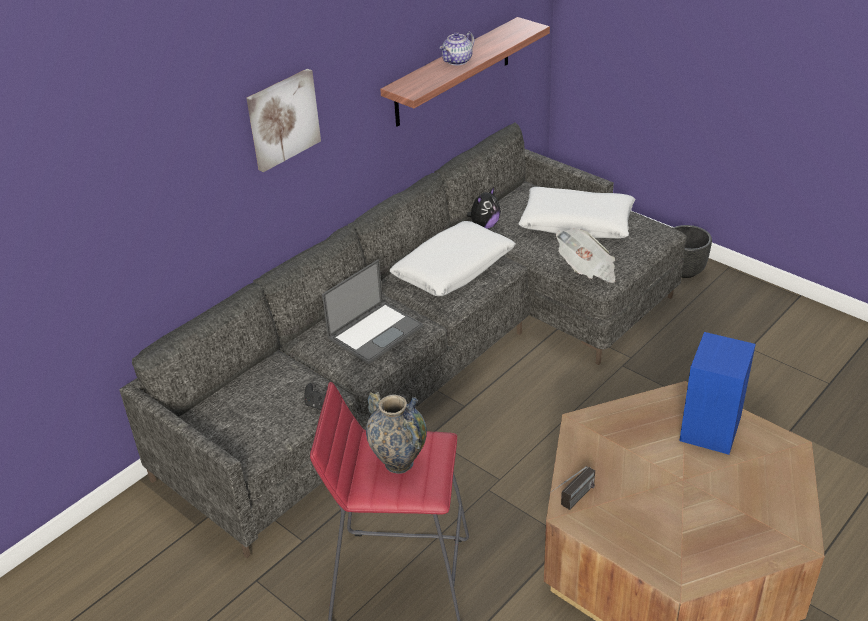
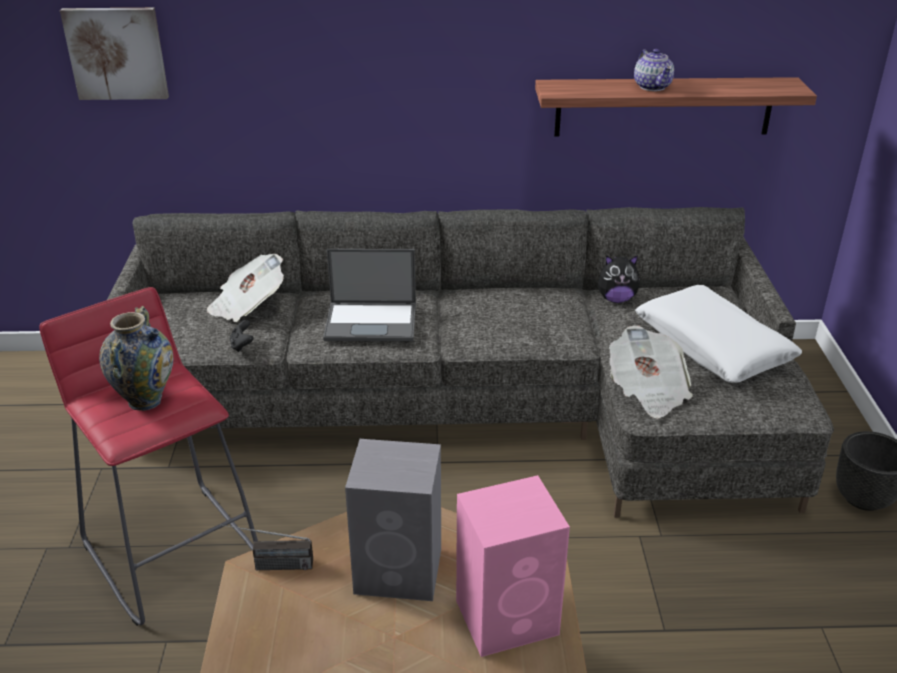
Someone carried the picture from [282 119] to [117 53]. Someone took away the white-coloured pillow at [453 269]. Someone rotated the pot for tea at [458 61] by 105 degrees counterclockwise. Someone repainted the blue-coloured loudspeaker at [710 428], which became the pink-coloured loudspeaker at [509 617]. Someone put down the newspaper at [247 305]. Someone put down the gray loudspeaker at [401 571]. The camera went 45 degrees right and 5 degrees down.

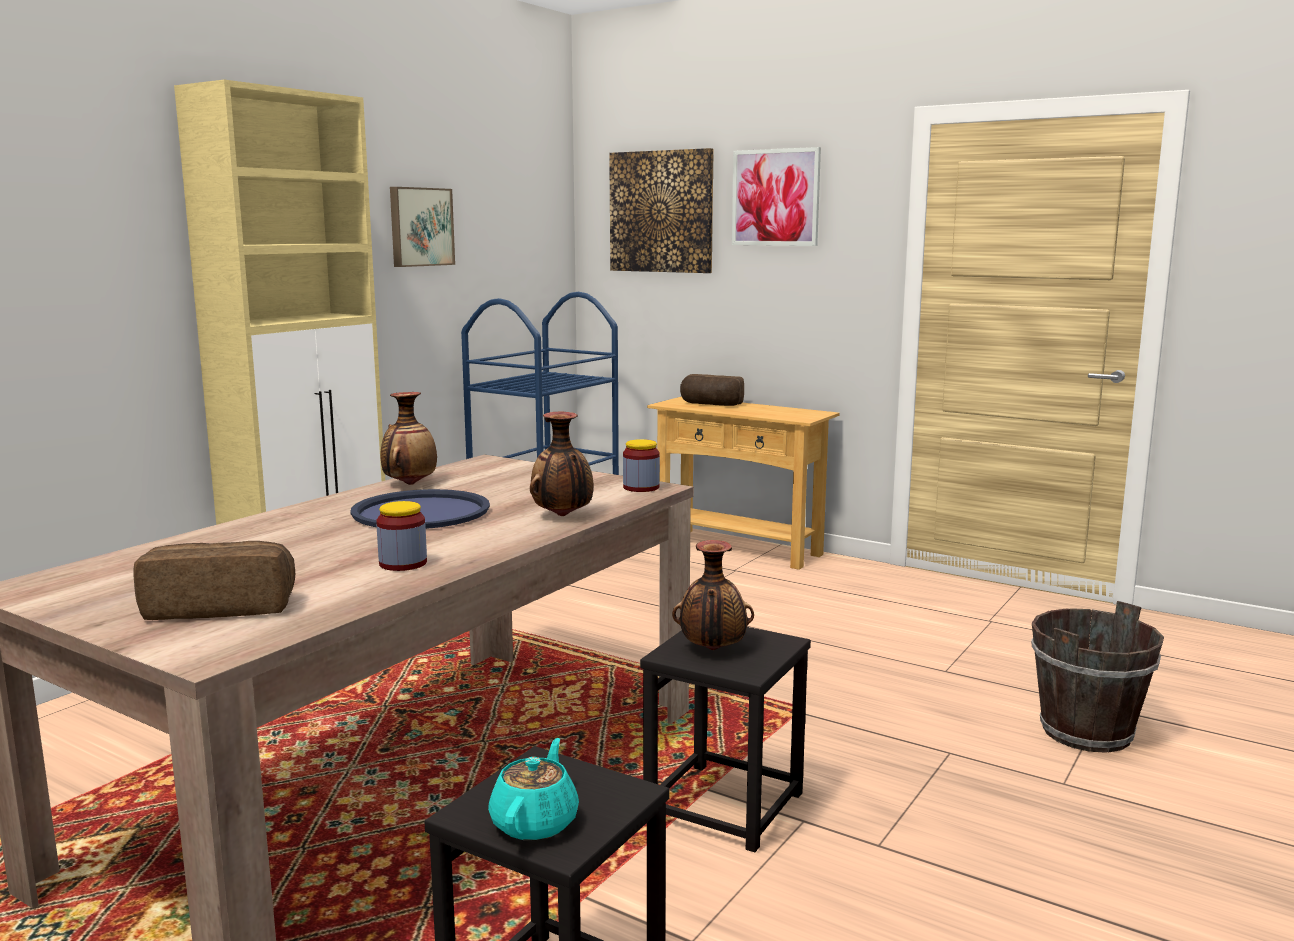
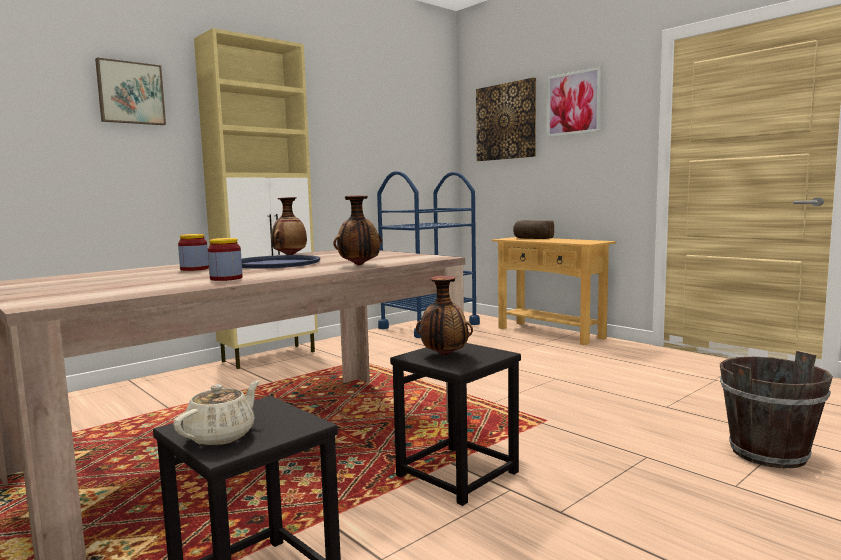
Someone took away the bread at [221 607]. Someone carried the picture from [420 227] to [130 93]. Someone repainted the turquoise pot for tea at [535 822], which became the beige pot for tea at [222 436]. Someone carried the preserve jar from [641 487] to [194 269]. The camera went 15 degrees right and 5 degrees down.

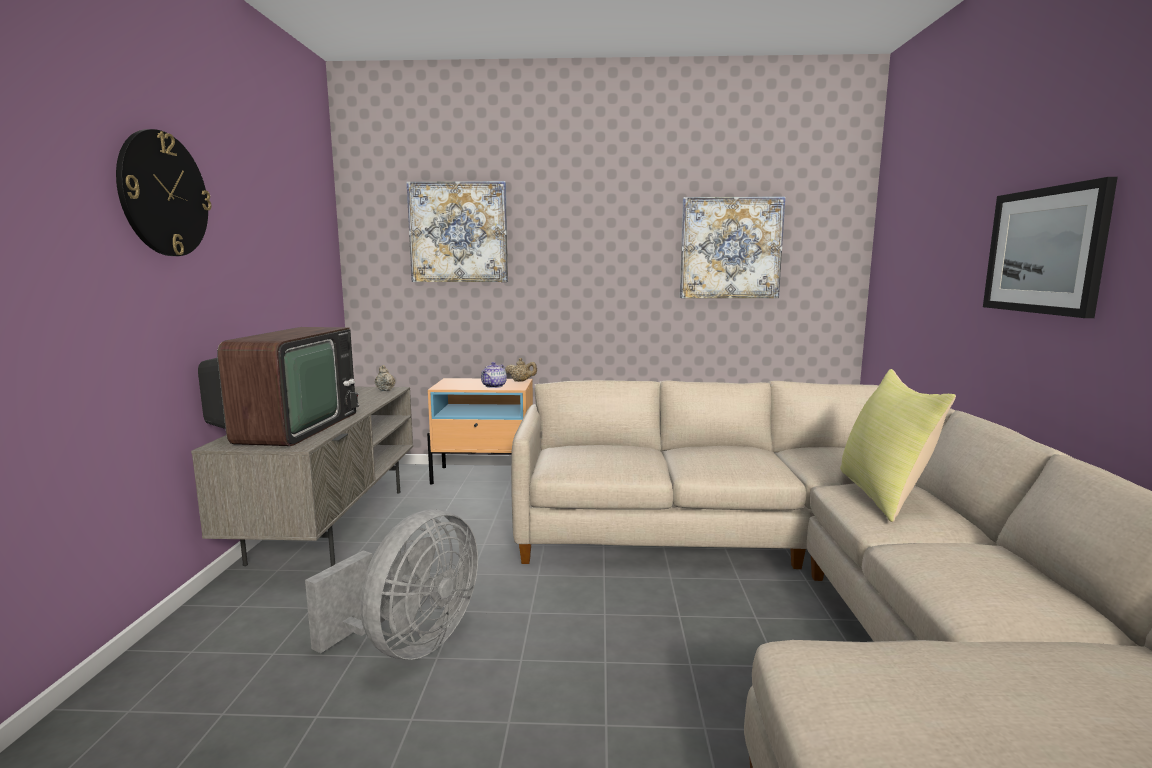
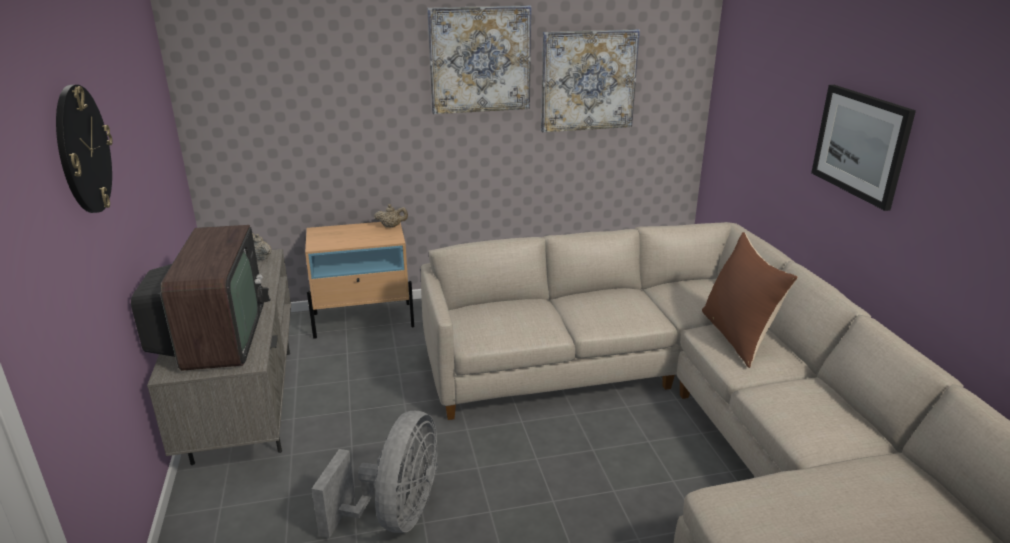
Someone carried the picture from [458 232] to [480 59]. Someone took away the pot for tea at [494 386]. Someone repainted the yellow pillow at [884 495], which became the brownish pillow at [738 337]. The camera went 15 degrees left and 15 degrees up.

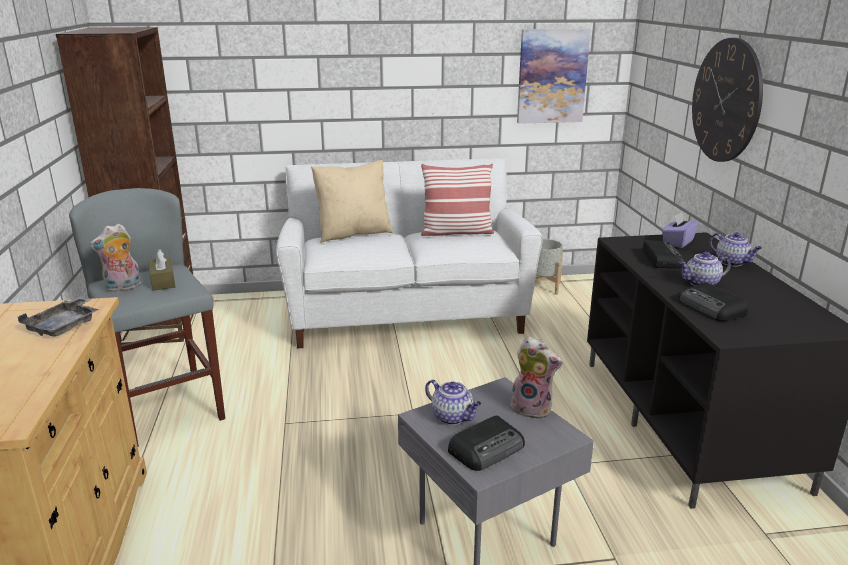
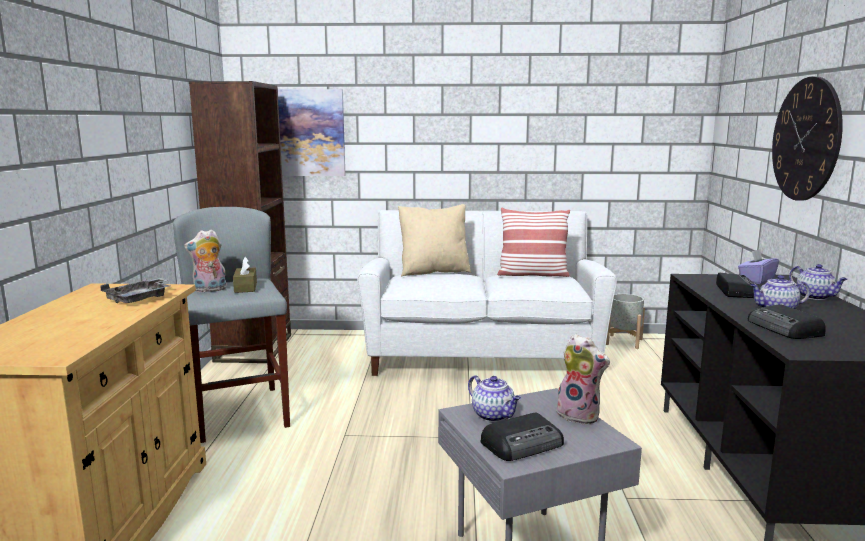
Someone carried the picture from [552 76] to [312 133]. The camera went 10 degrees right and 10 degrees down.

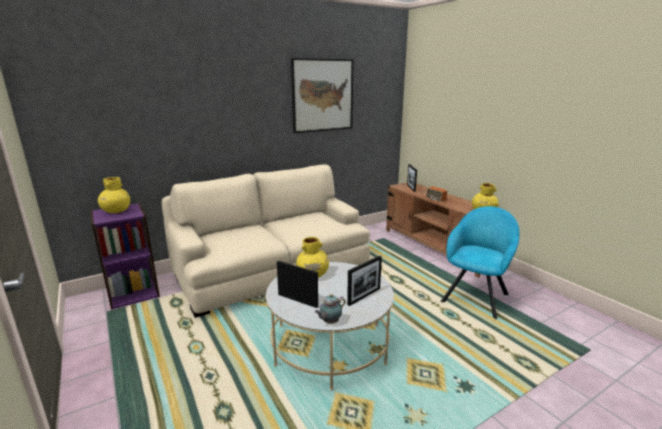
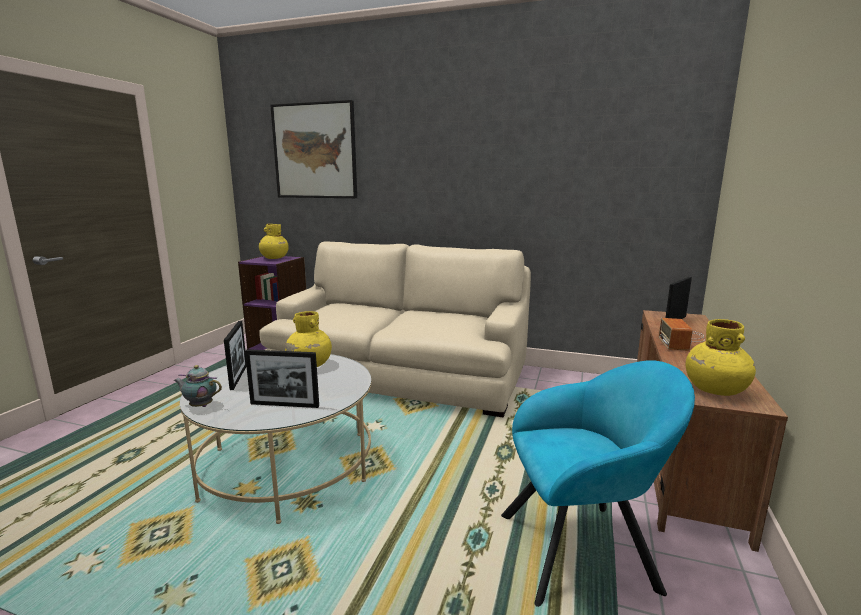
Someone carried the picture from [322 95] to [315 151]. The camera went 50 degrees right and 5 degrees down.

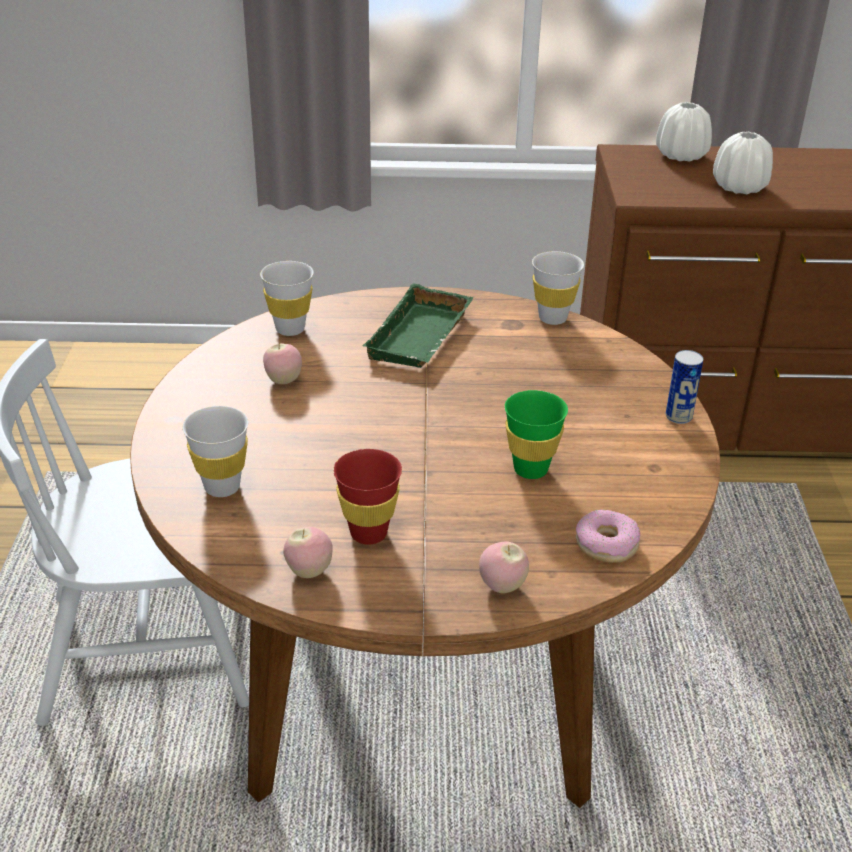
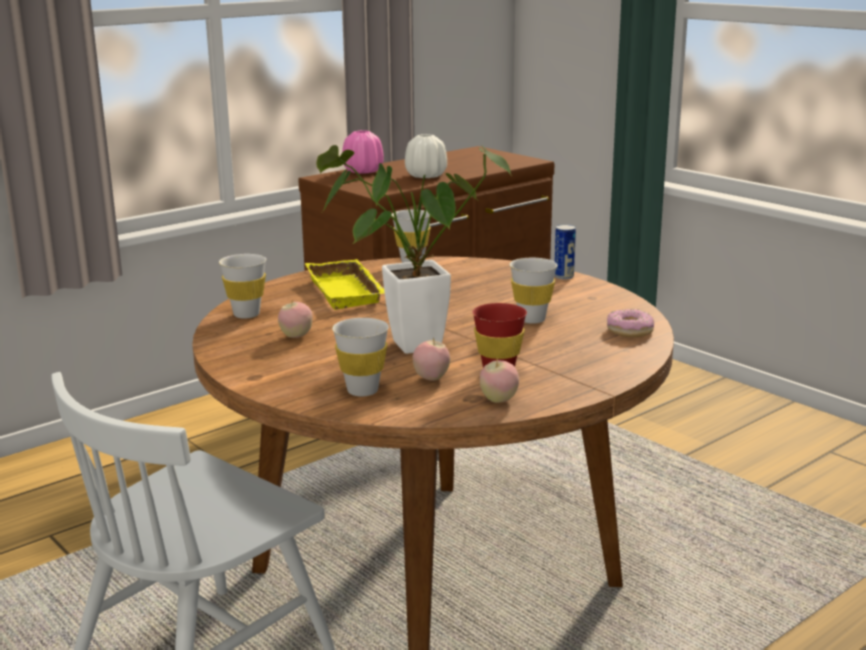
Someone repainted the green-coloured serving tray at [422 338], which became the yellow serving tray at [348 292]. Someone carried the whole apple from [502 586] to [431 378]. Someone repainted the green-coloured cup at [530 469], which became the white-coloured cup at [532 319]. Someone repainted the white-coloured vase at [681 156], which became the pink-coloured vase at [363 171]. Someone put down the houseplant at [404 347]. The camera went 40 degrees left and 15 degrees down.

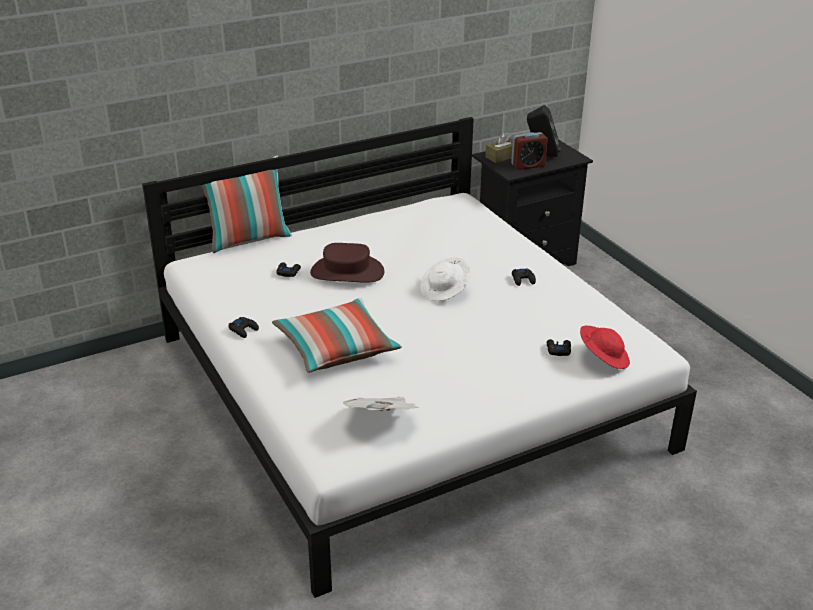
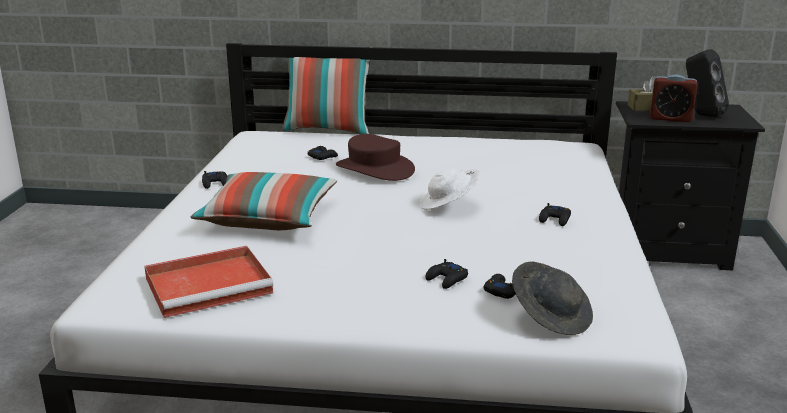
Someone swapped the newspaper at [382 419] for the reddish serving tray at [211 285]. Someone repainted the reddish clothing hat at [603 358], which became the gray clothing hat at [551 316]. Someone put down the black-coloured game controller at [447 279]. The camera went 35 degrees right and 10 degrees down.

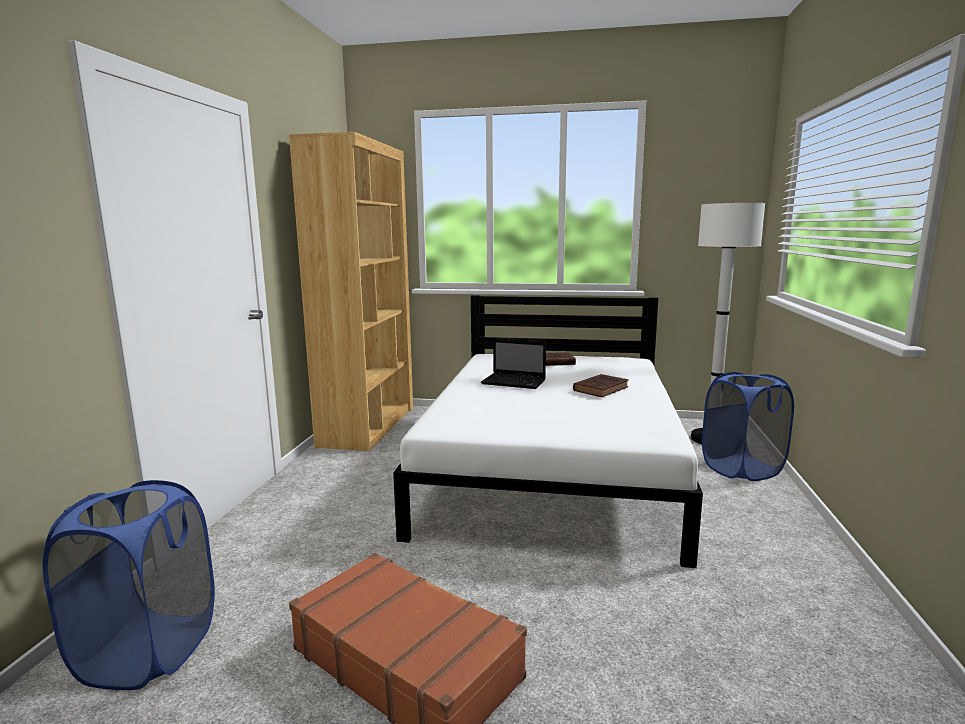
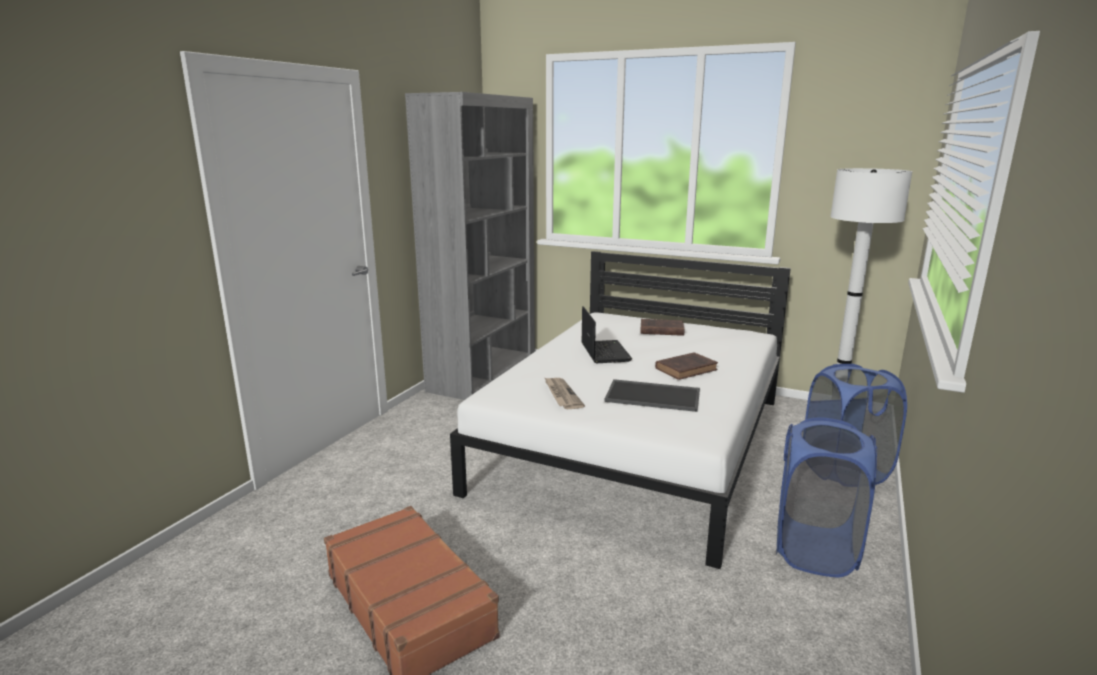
Someone carried the blue-coloured hamper from [148 651] to [814 550]. Someone repainted the brownish bookcase at [368 425], which became the gray bookcase at [483 374]. Someone rotated the notebook computer at [515 382] by 135 degrees counterclockwise. Someone put down the newspaper at [561 395]. Someone put down the serving tray at [654 395]. The camera went 15 degrees right and 5 degrees up.

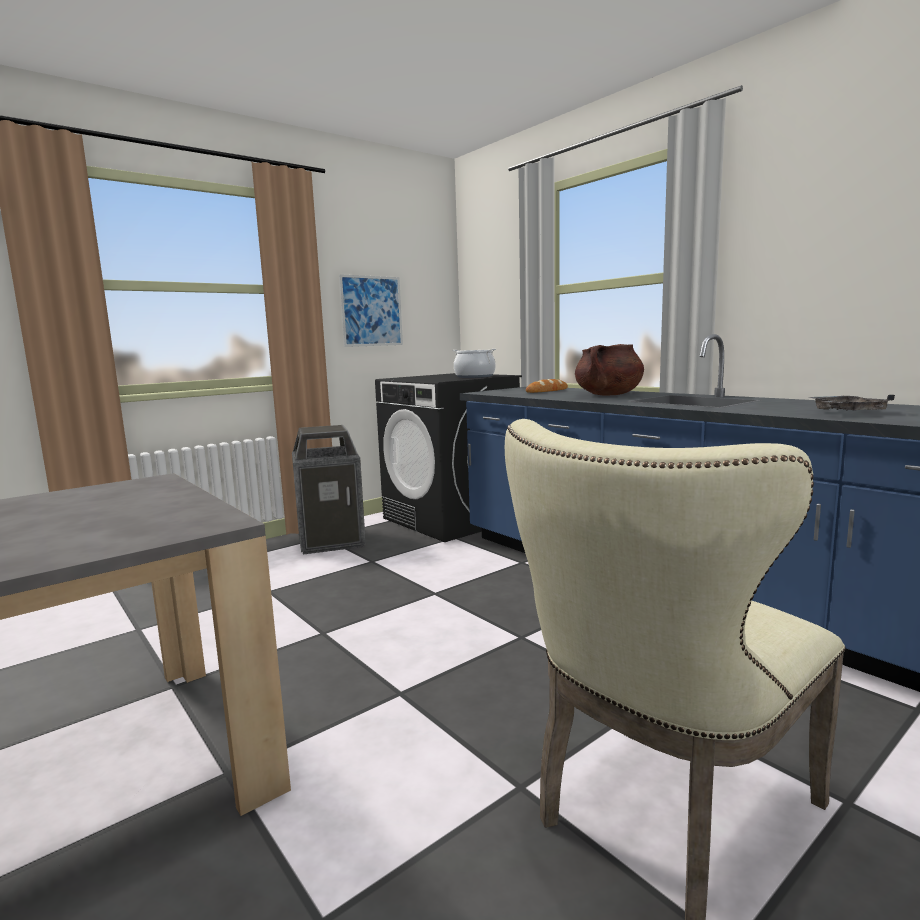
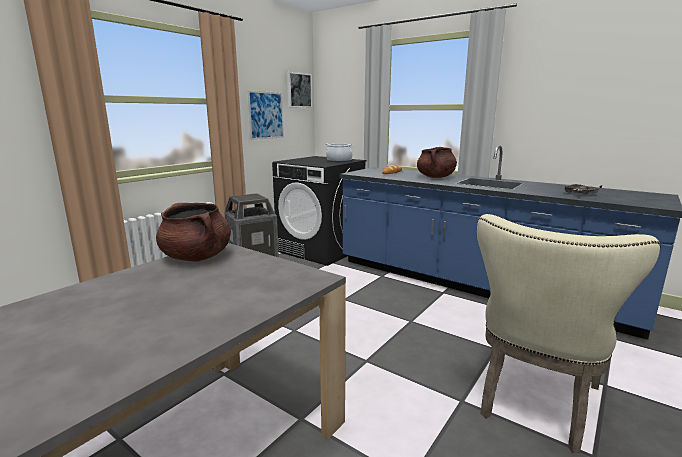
Someone put down the brownish saucepot at [197 257]. Someone put up the picture at [298 90]. The camera went 15 degrees left and 5 degrees up.

